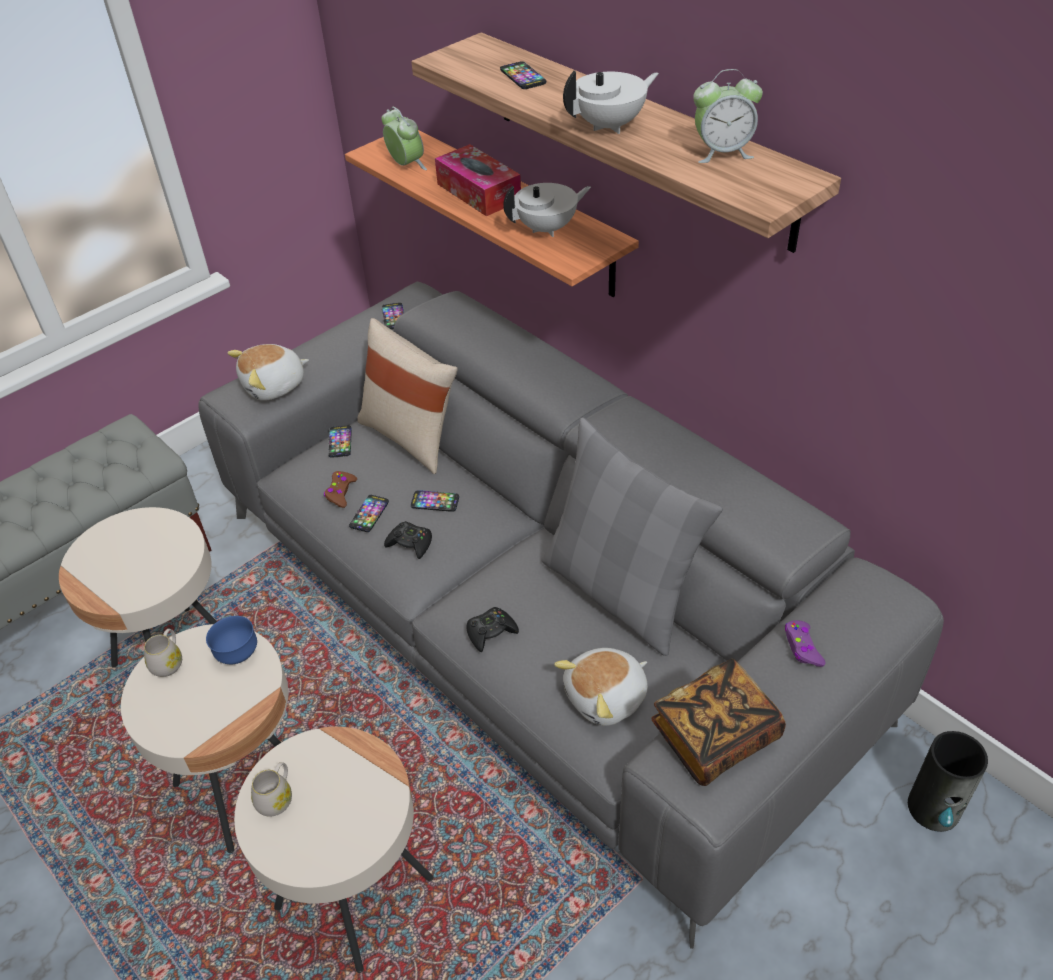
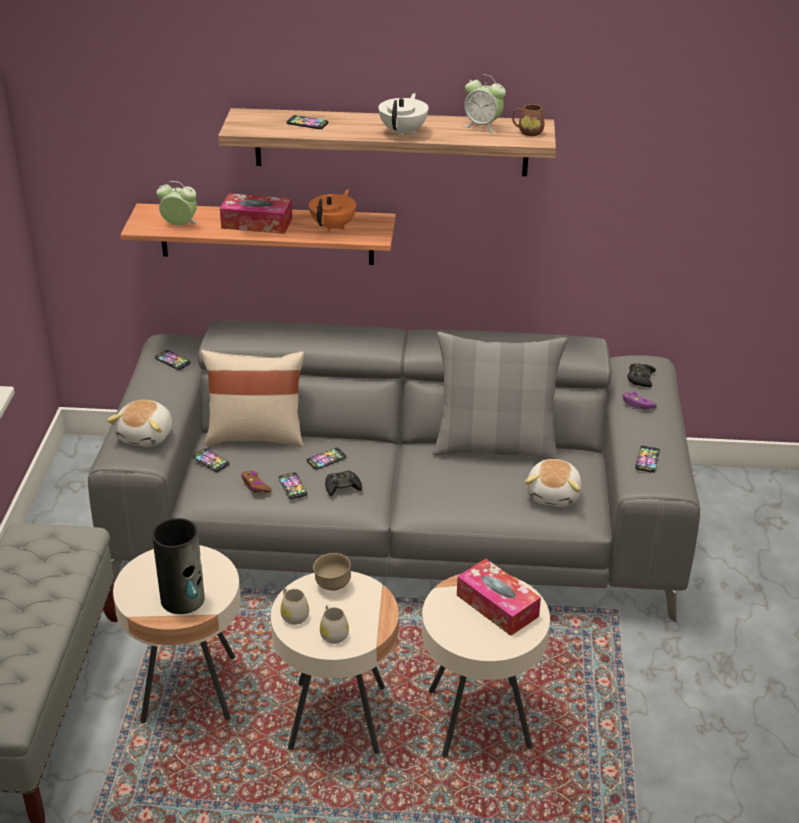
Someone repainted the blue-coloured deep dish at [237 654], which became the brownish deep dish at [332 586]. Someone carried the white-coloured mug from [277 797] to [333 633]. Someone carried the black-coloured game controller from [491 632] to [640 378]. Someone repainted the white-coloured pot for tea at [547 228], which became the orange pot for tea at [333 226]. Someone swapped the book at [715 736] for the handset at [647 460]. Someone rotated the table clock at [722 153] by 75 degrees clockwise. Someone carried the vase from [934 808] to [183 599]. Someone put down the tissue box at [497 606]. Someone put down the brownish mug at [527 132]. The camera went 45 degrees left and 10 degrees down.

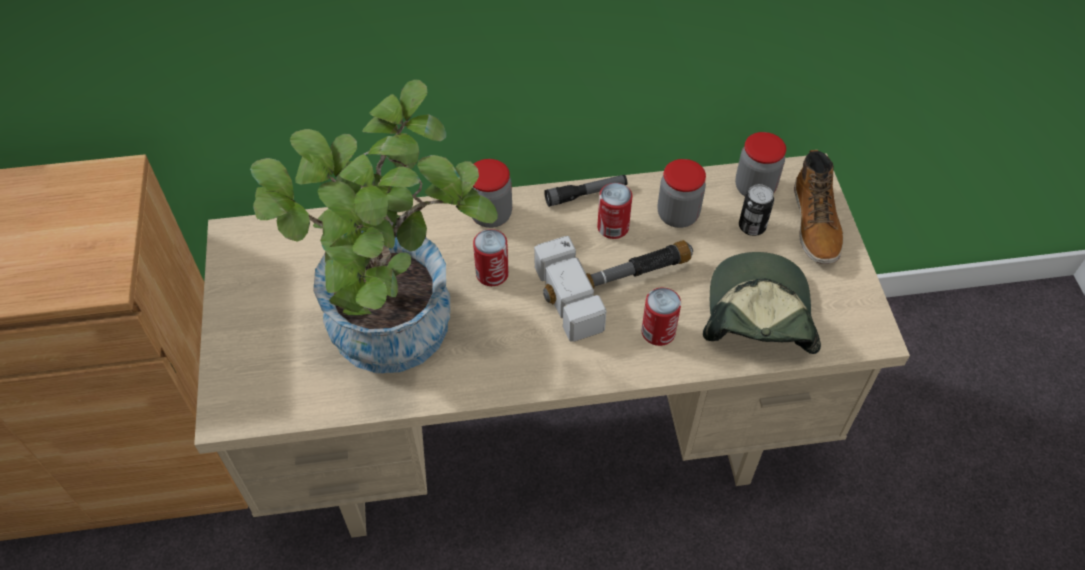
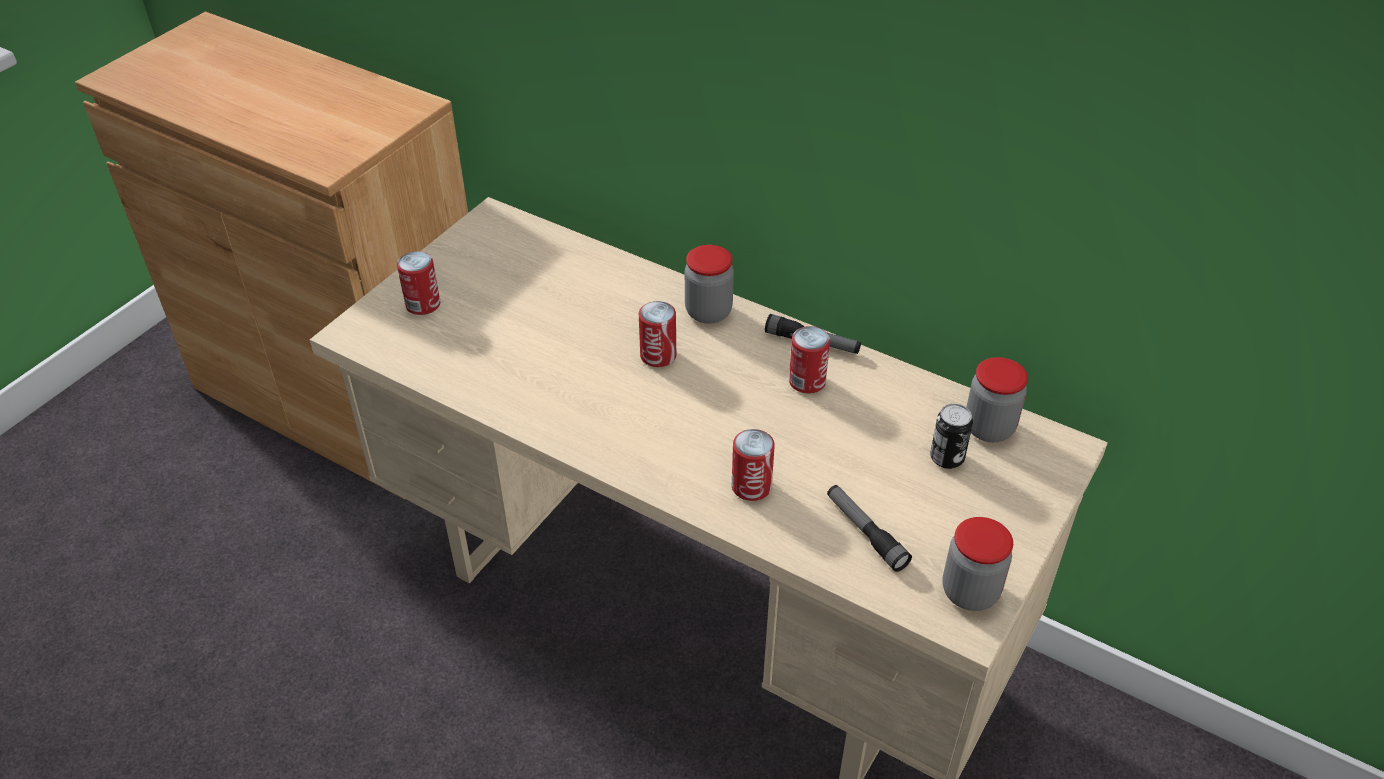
Someone took away the houseplant at [397 338]. Someone took away the tool hammer at [618 283]. Someone carried the preserve jar from [677 215] to [970 592]. Someone swapped the cap at [758 315] for the flashlight at [865 533]. Someone took away the boot at [816 224]. Someone put down the sealed can at [423 304]. The camera went 40 degrees right and 10 degrees down.

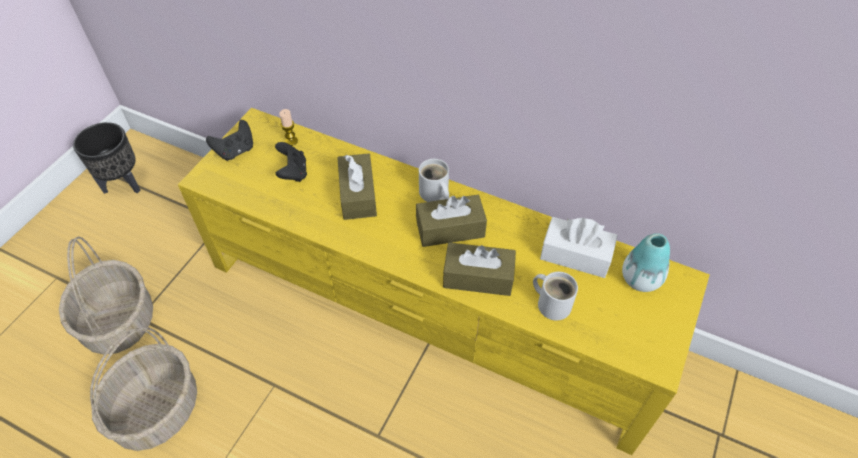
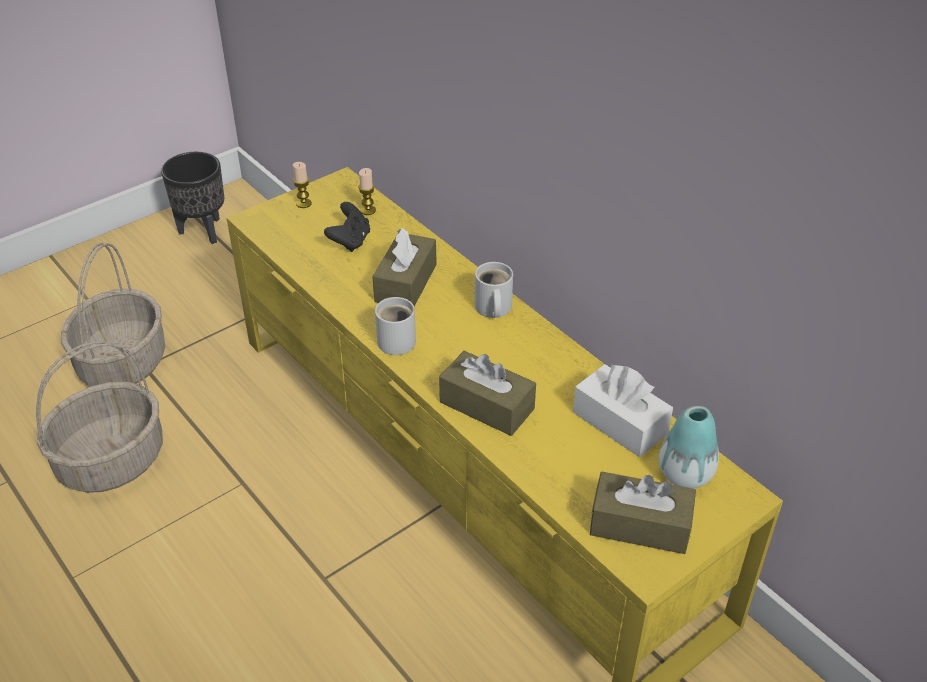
Someone swapped the black-coloured game controller at [235 151] for the wax candle at [303 203]. Someone carried the brownish tissue box from [450 229] to [640 525]. Someone carried the white-coloured mug from [552 303] to [396 339]. The camera went 25 degrees right and 10 degrees down.

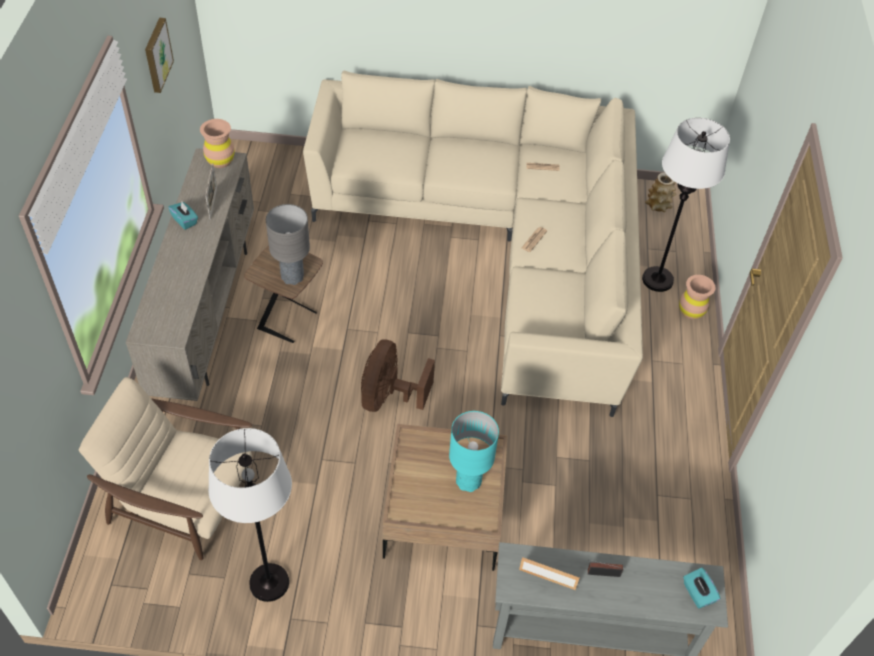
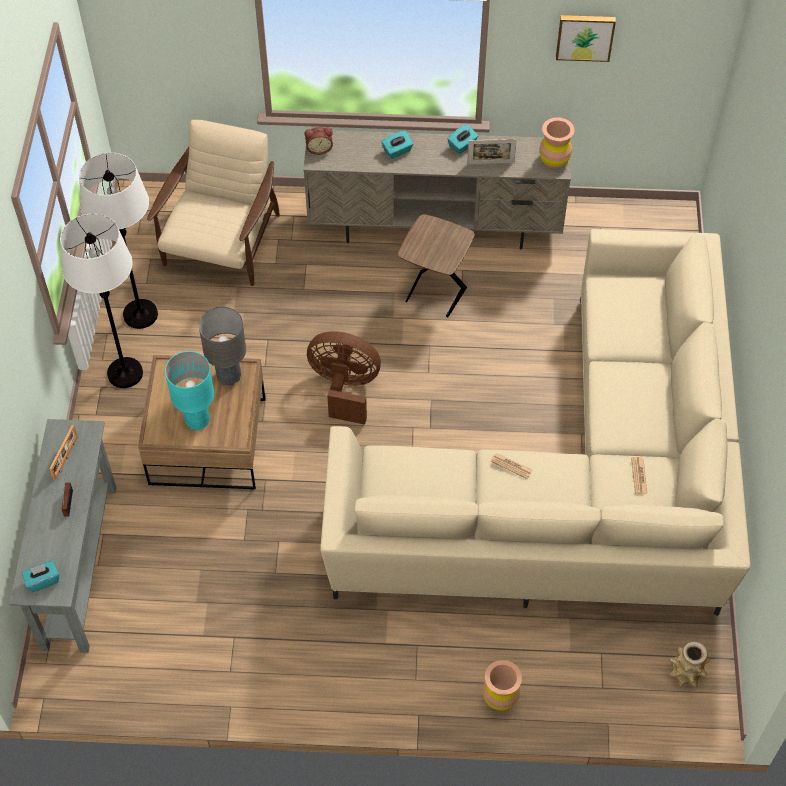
Someone carried the gray tabletop lamp from [292 277] to [229 376]. Someone carried the white-coloured standing lamp from [657 279] to [125 373]. Someone put down the table clock at [319 148]. Someone put down the turquoise tissue box at [397 151]. The camera went 90 degrees right and 5 degrees up.

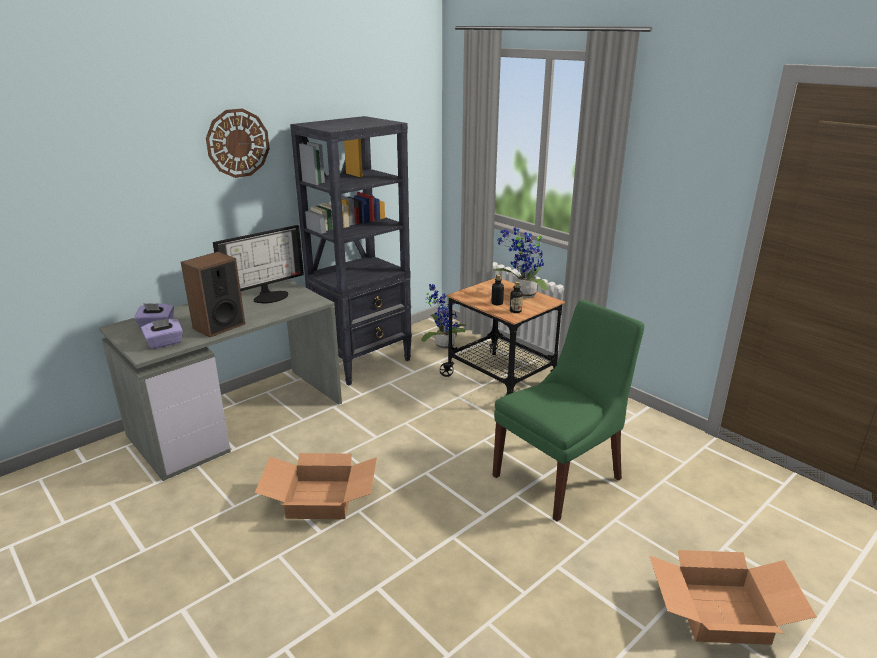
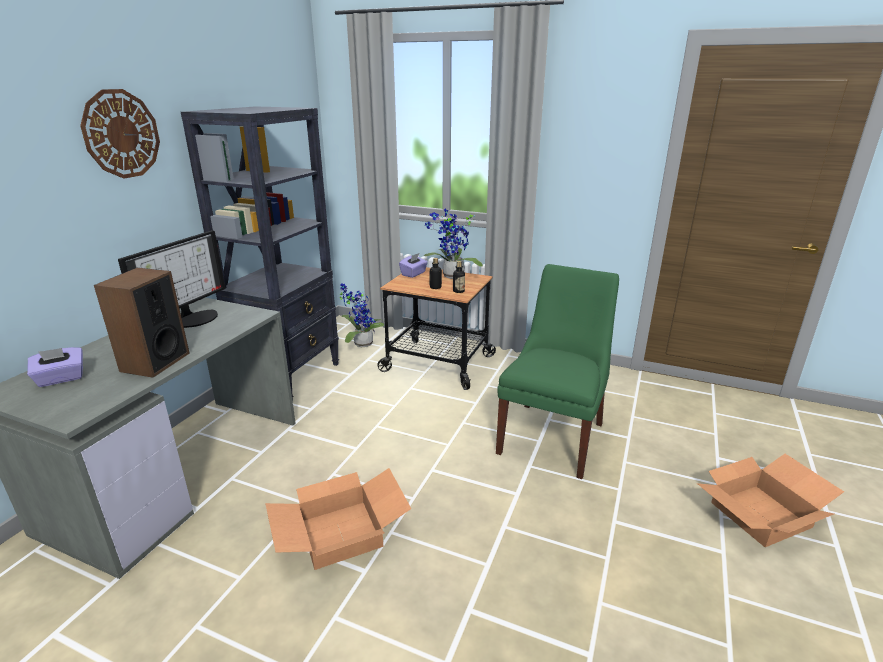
Someone carried the purple-coloured tissue box from [165 343] to [413 274]. The camera went 25 degrees left and 0 degrees up.

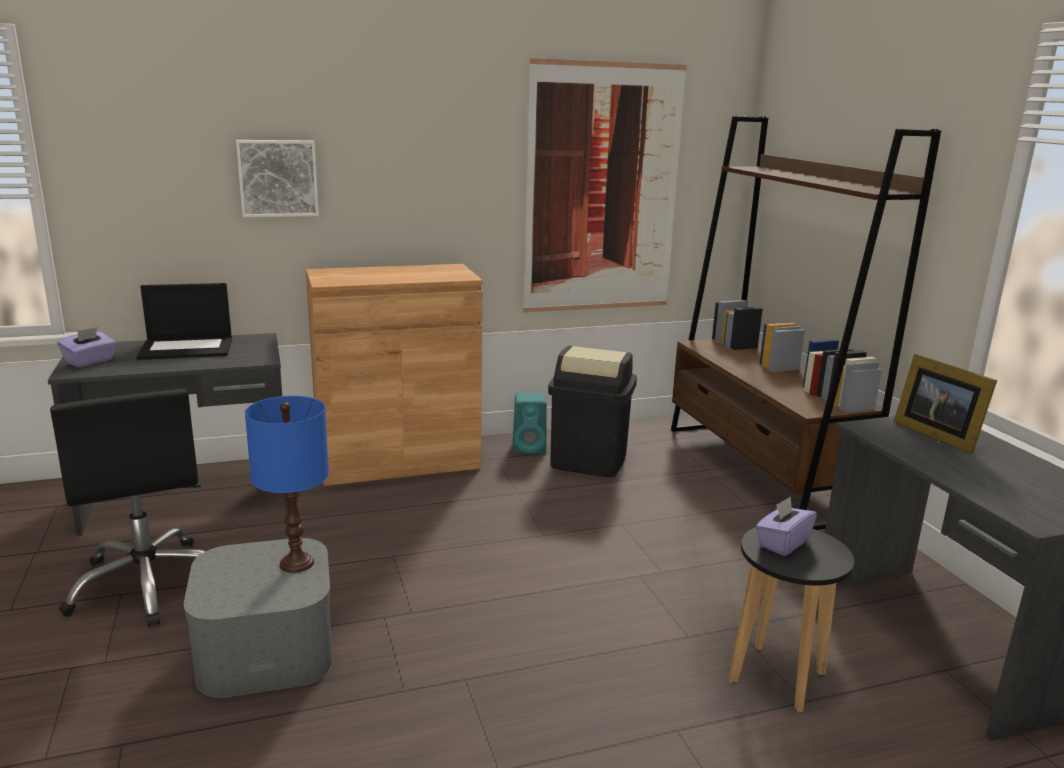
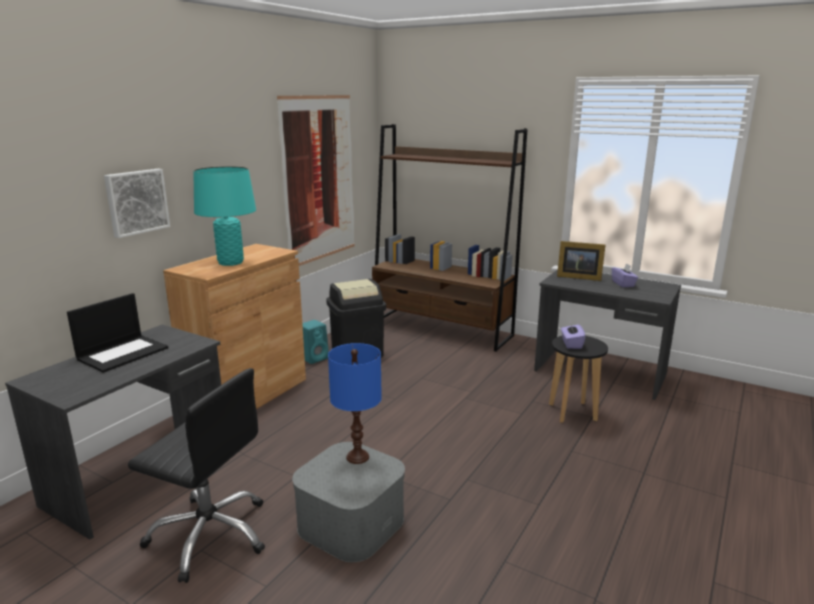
Someone carried the purple-coloured tissue box from [90 361] to [623 284]. Someone put down the turquoise tabletop lamp at [230 262]. The camera went 40 degrees left and 0 degrees up.

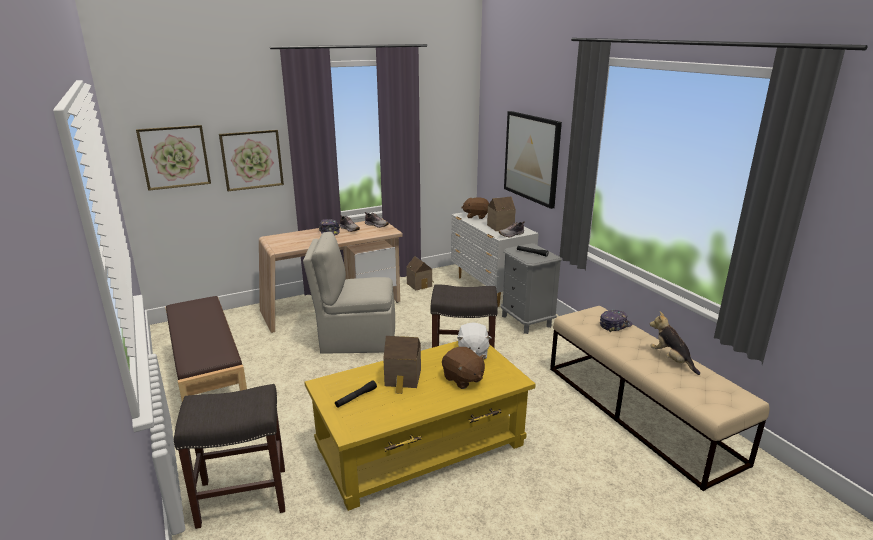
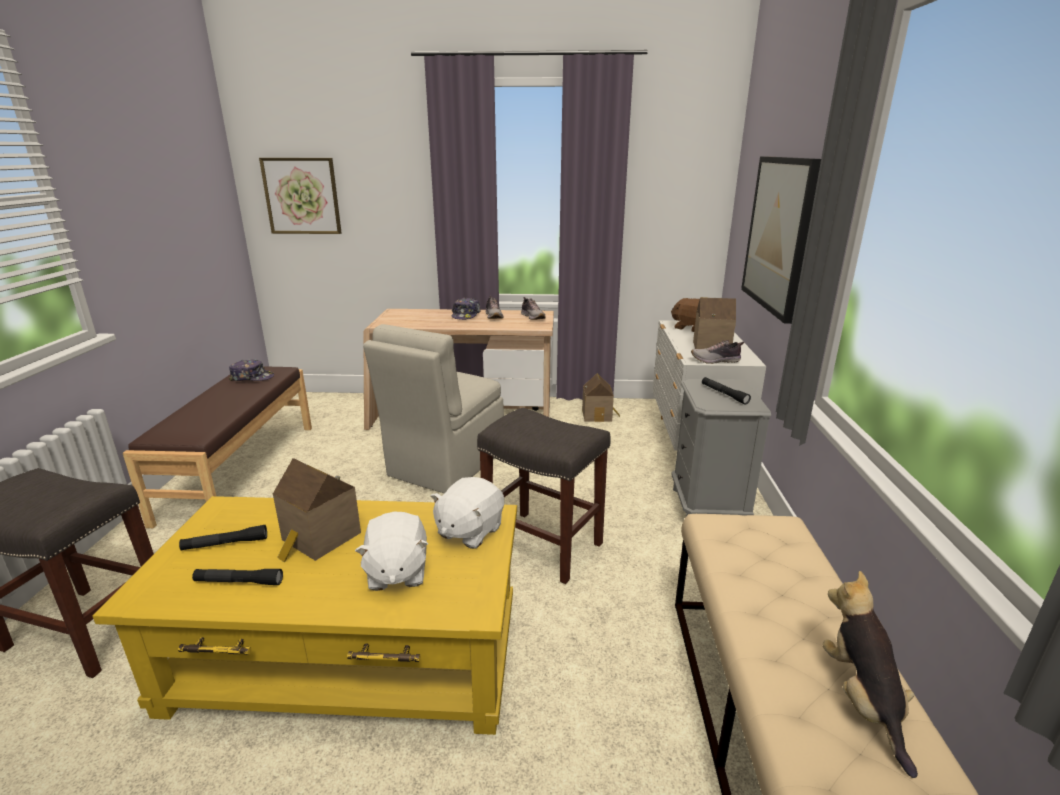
Someone took away the picture at [252 160]. Someone rotated the beige plain chair at [356 339] by 90 degrees counterclockwise. Someone repainted the brownish soft toy at [463 379], which became the white-coloured soft toy at [396 572]. Someone carried the cap from [615 325] to [252 377]. Someone put down the black-coloured flashlight at [239 582]. The camera went 30 degrees right and 0 degrees up.

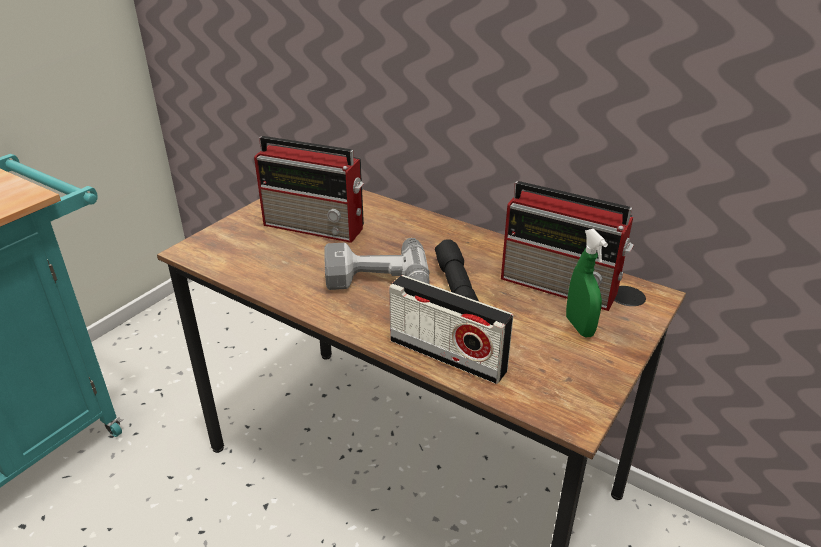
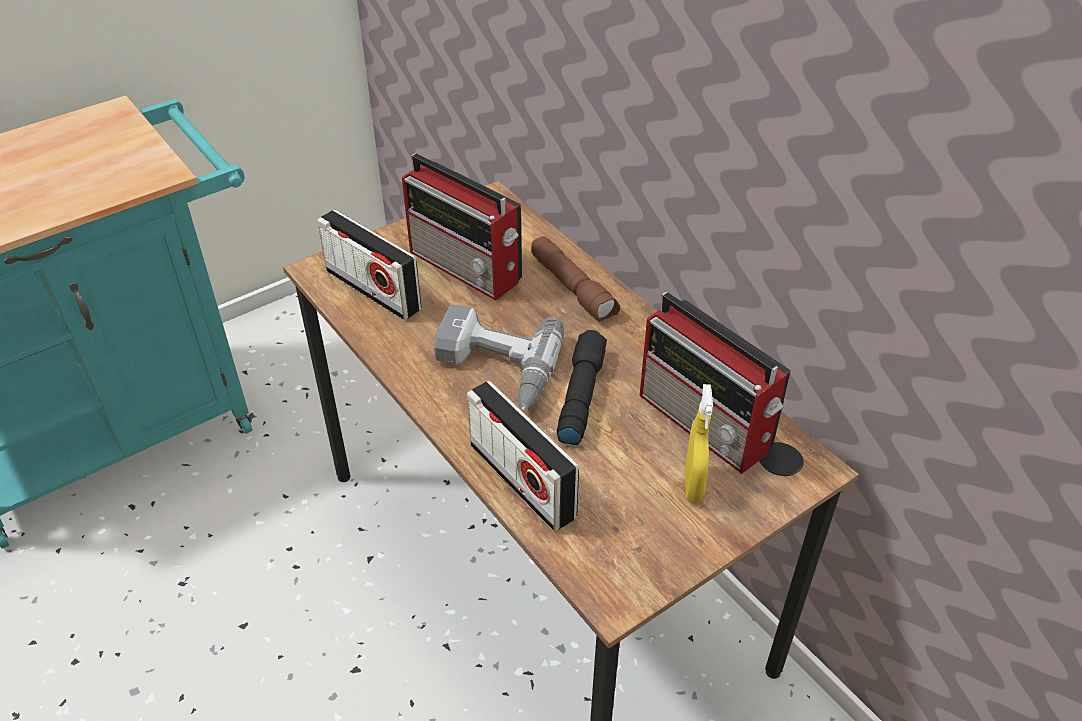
Someone repainted the green-coloured spray bottle at [579 327], which became the yellow spray bottle at [693 485]. Someone put down the radio set at [373 290]. Someone put down the brownish flashlight at [574 288]. The camera went 20 degrees right and 10 degrees up.

